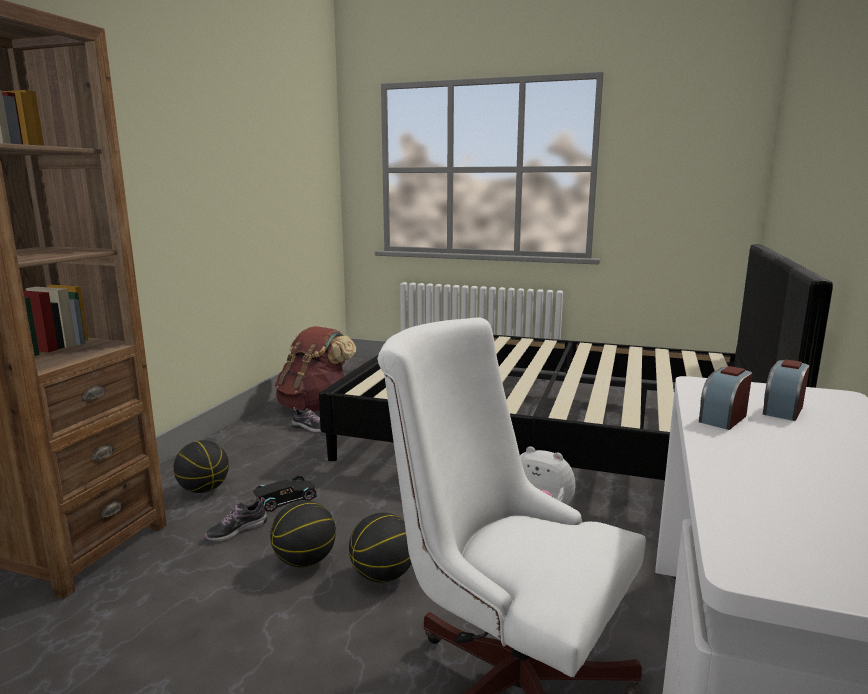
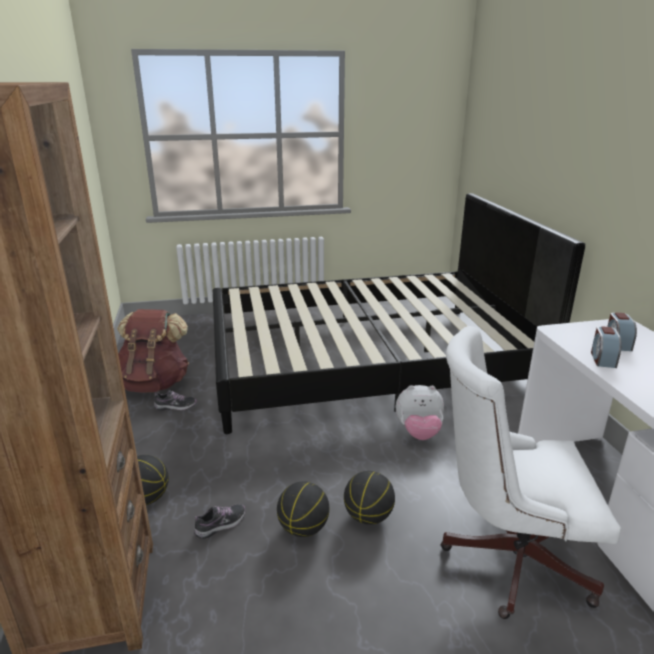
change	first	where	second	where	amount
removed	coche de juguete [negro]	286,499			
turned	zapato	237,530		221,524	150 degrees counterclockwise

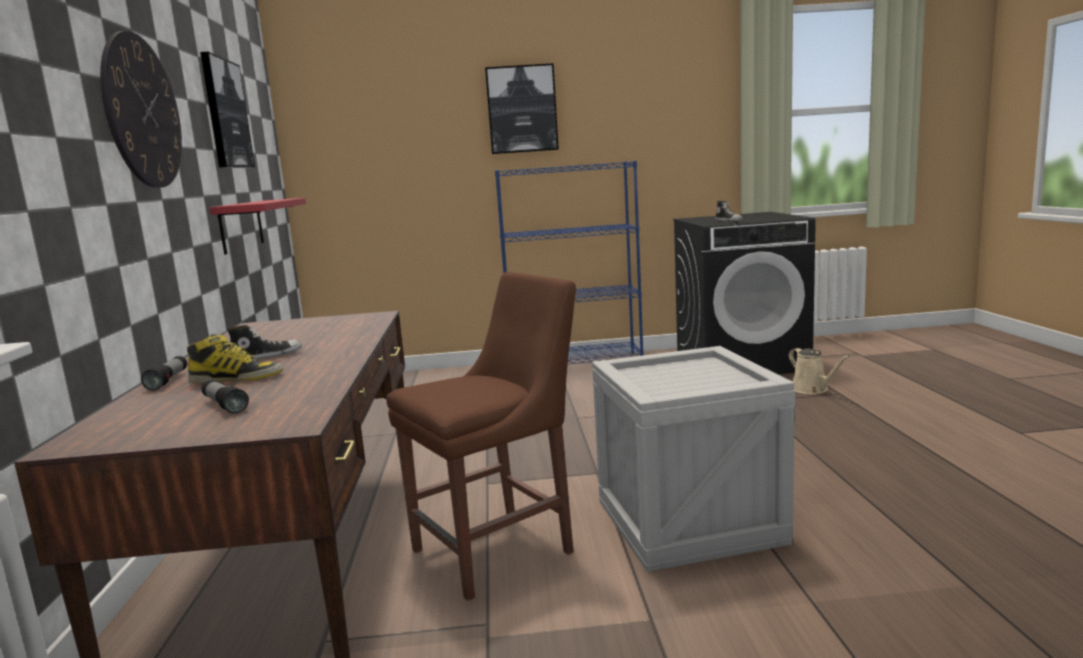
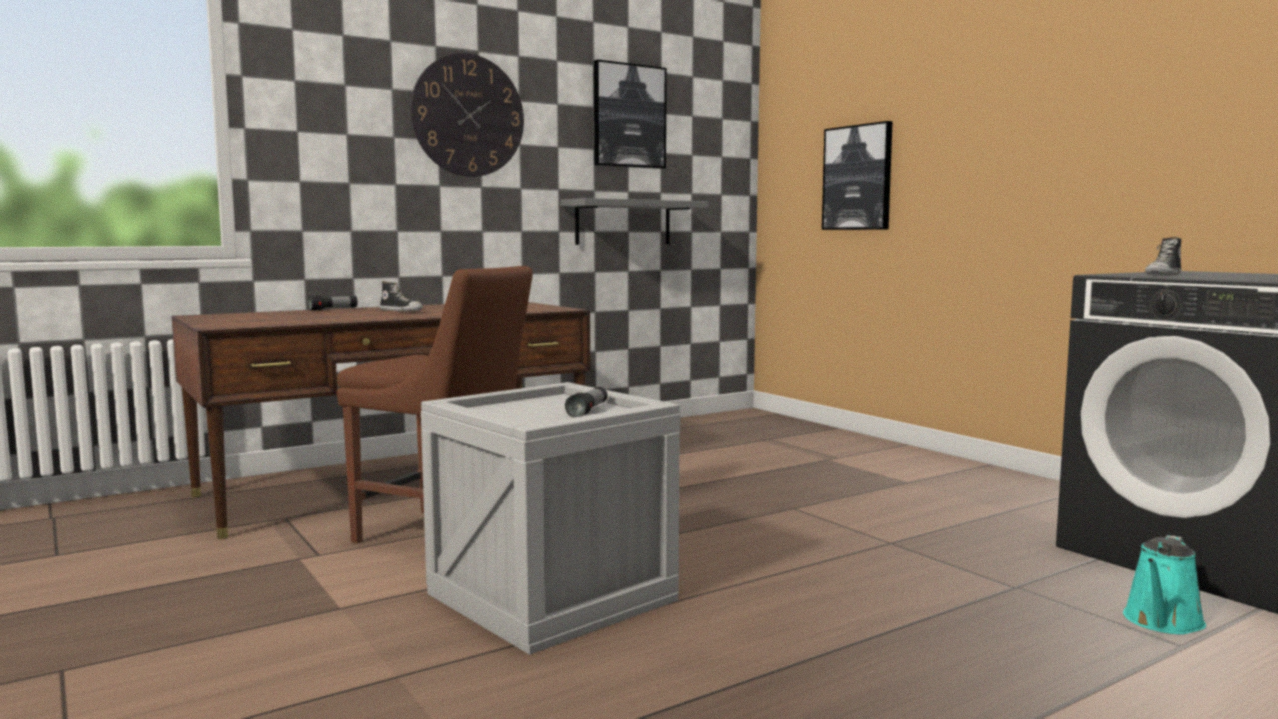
change	first	where	second	where	amount
removed	bota	237,378			
removed	estantería [azul]	576,363			
moved	linterna	225,405		588,411	
moved	cuadro	522,109		858,178	
recoloured	estante [rojo]	241,226	estante [gris]	623,222	
recoloured	regadera [beis]	812,389	regadera [turquesa]	1162,622	

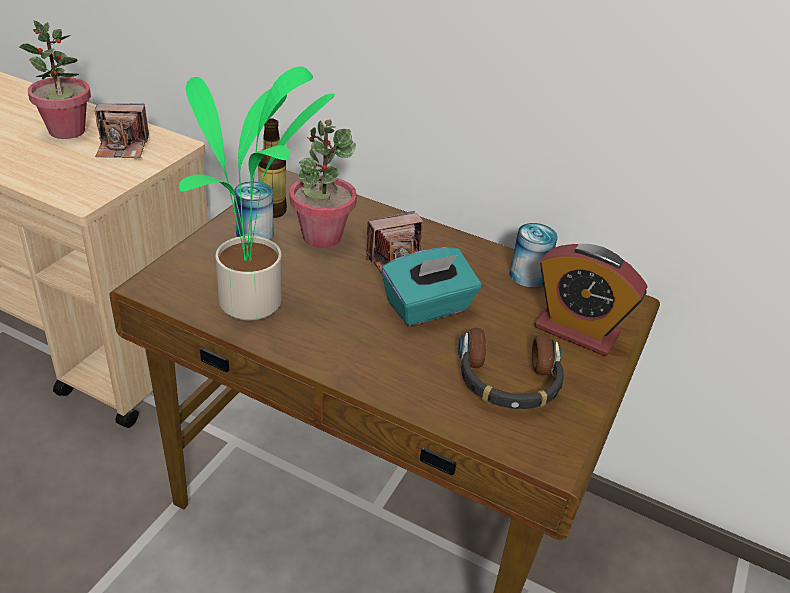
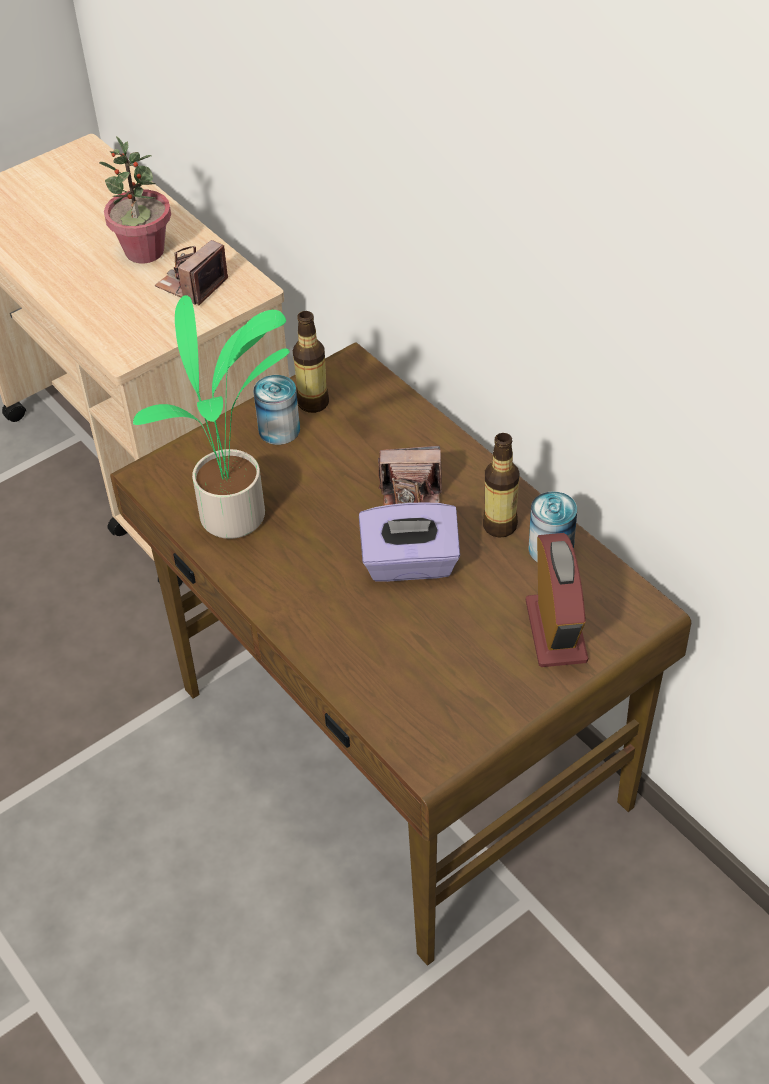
change	first	where	second	where	amount
removed	planta en maceta	321,236			
removed	auriculares	508,380			
added			botella	500,525	
recoloured	caja de pañuelos [turquesa]	428,307	caja de pañuelos [morado]	410,564	
turned	cámara	122,147		192,285	105 degrees clockwise
turned	despertador	576,331		556,631	150 degrees counterclockwise

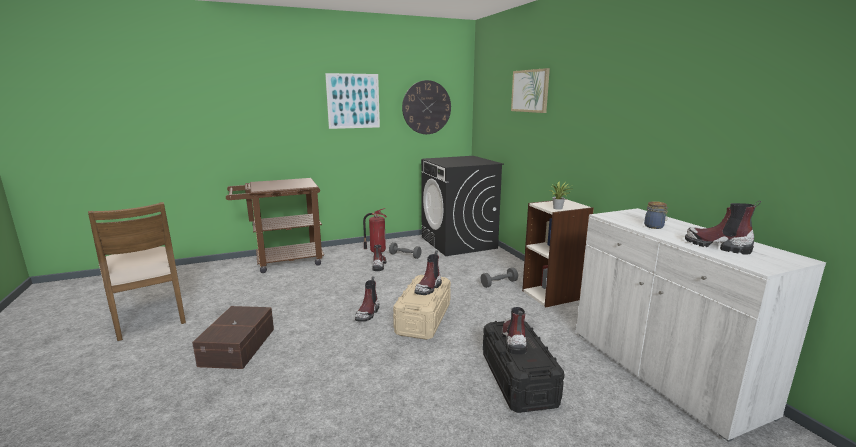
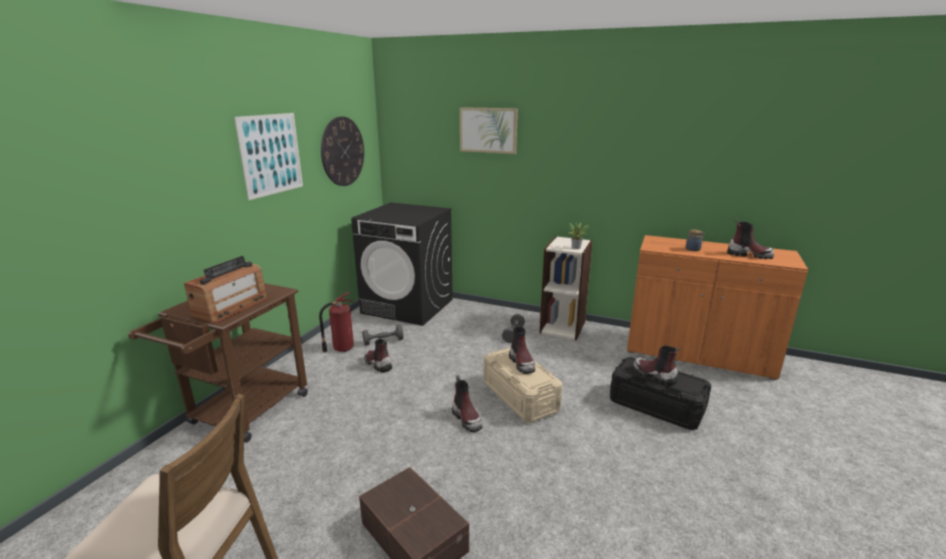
change	first	where	second	where	amount
added			radio	231,307	
recoloured	armario [blanco]	662,371	armario [naranja]	698,354	
turned	bota	717,246		749,255	150 degrees counterclockwise

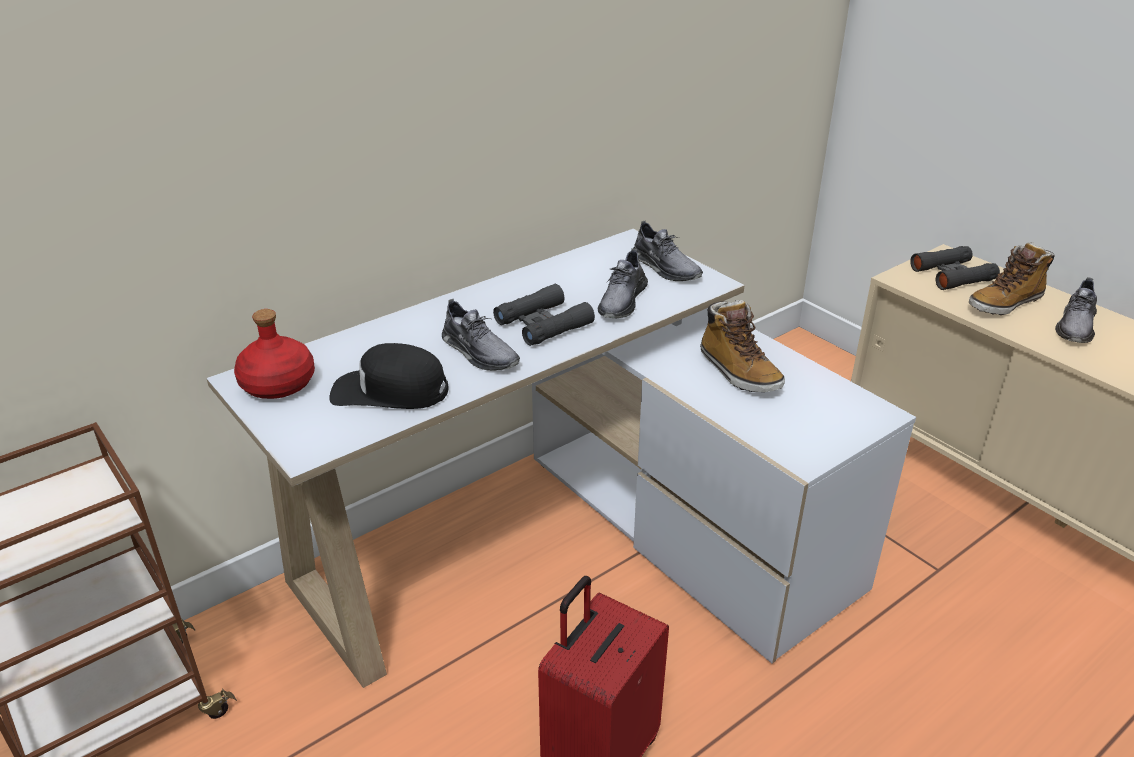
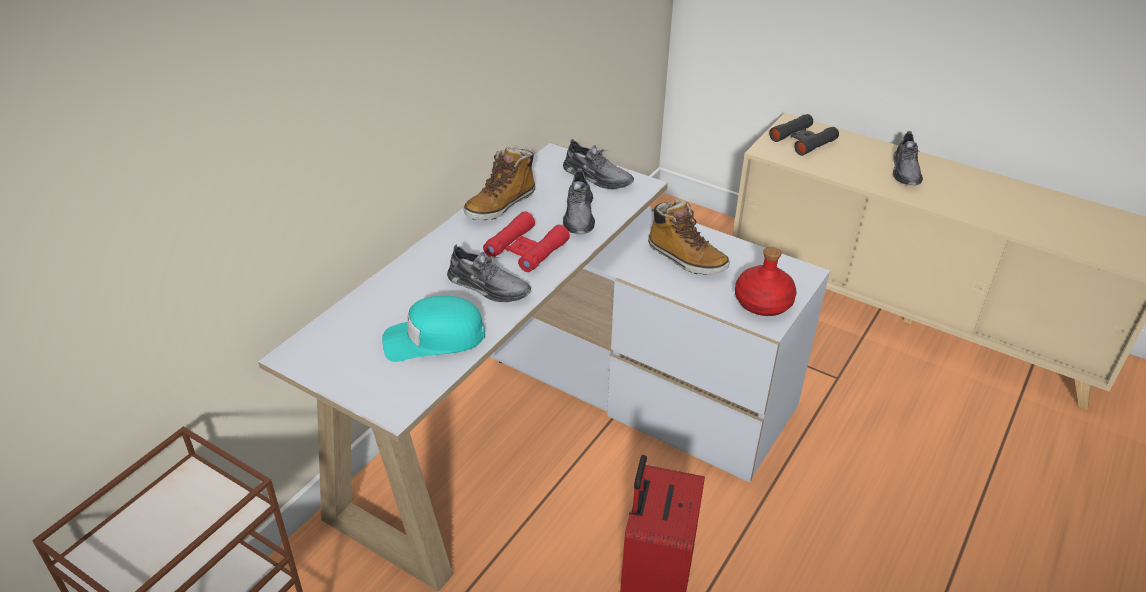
change	first	where	second	where	amount
moved	botella [rojo]	279,384		763,302	
moved	bota	1005,303		500,205	
recoloured	gorra [negro]	390,391	gorra [turquesa]	433,339	
recoloured	prismáticos [negro]	543,324	prismáticos [rojo]	526,249	

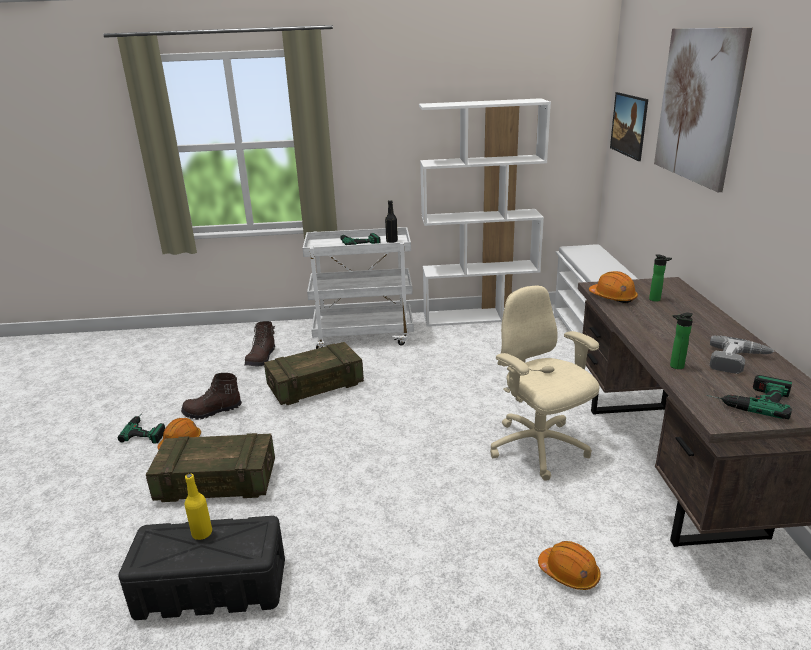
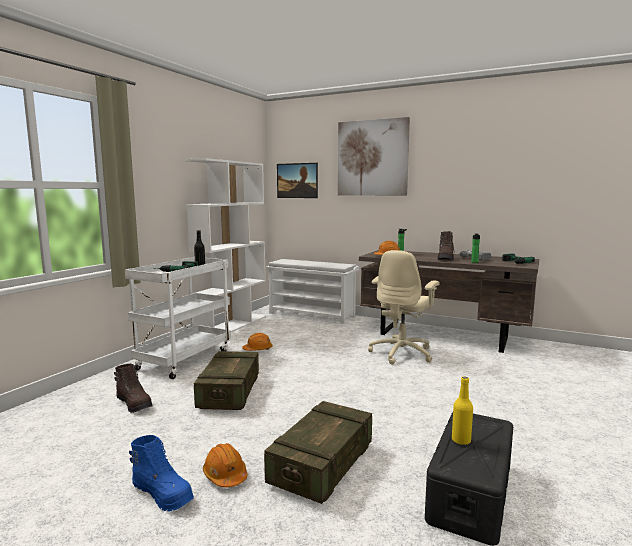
change	first	where	second	where	amount
moved	bota [marrón]	212,411		445,259	
moved	casco [naranja]	569,573		258,349	
replaced	taladro	147,429	bota [azul]	163,494	
turned	silla de oficina [beis]	538,449		402,353	60 degrees counterclockwise

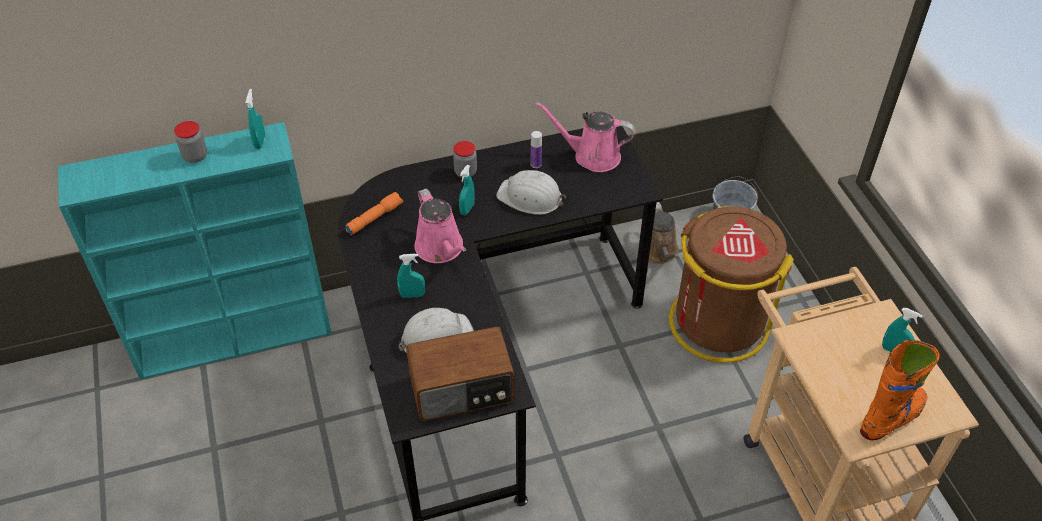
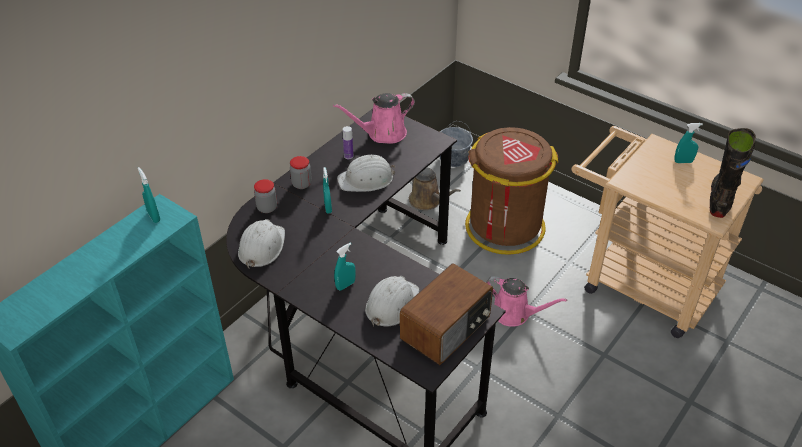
change	first	where	second	where	amount
moved	tarro	195,156		267,208	
moved	regadera [rosa]	441,249		515,313	
replaced	linterna [naranja]	374,217	casco [blanco]	261,247	
recoloured	bota [naranja]	891,418	bota [negro]	720,200	

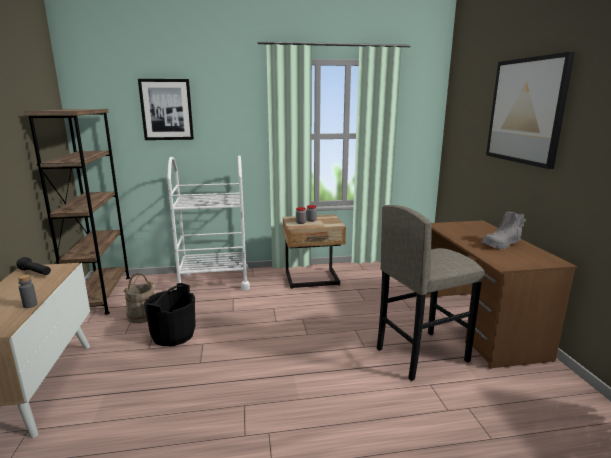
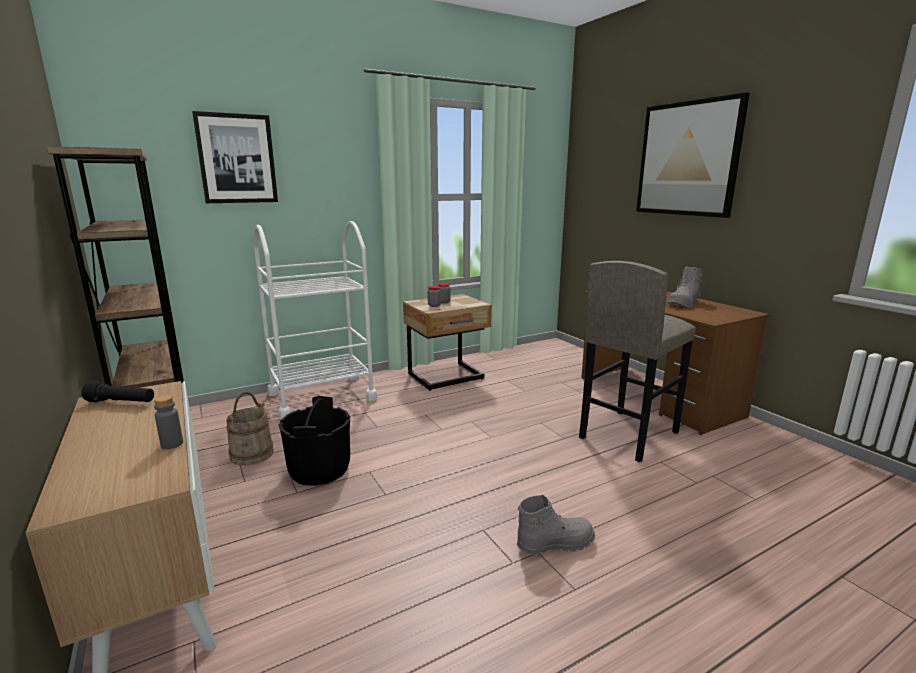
change	first	where	second	where	amount
added			bota [gris]	554,543	

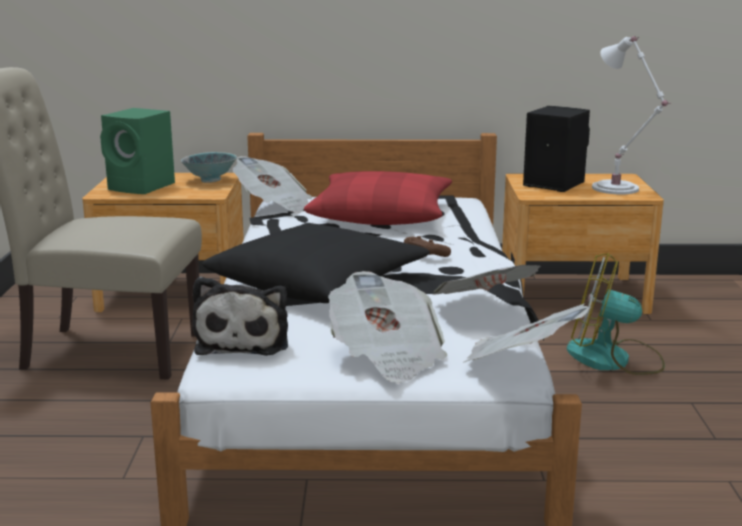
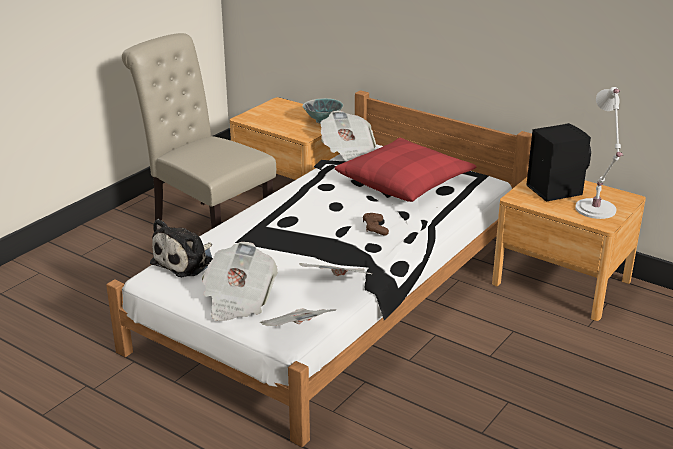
change	first	where	second	where	amount
removed	altavoz [verde]	143,187			
removed	cojín [negro]	318,282			
removed	ventilador	613,359			

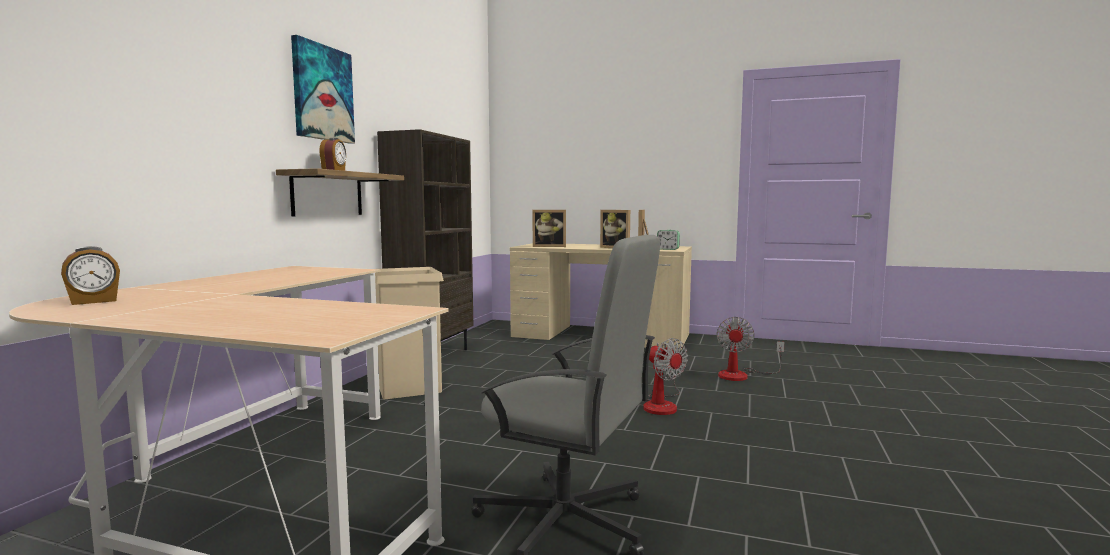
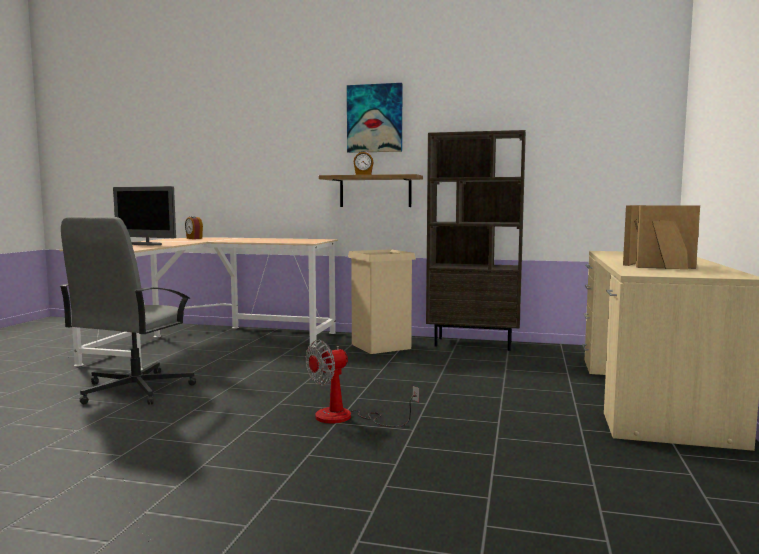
change	first	where	second	where	amount
removed	portarretratos	549,246			
removed	despertador	668,249			
removed	ventilador	741,375			
added			monitor	145,244	

